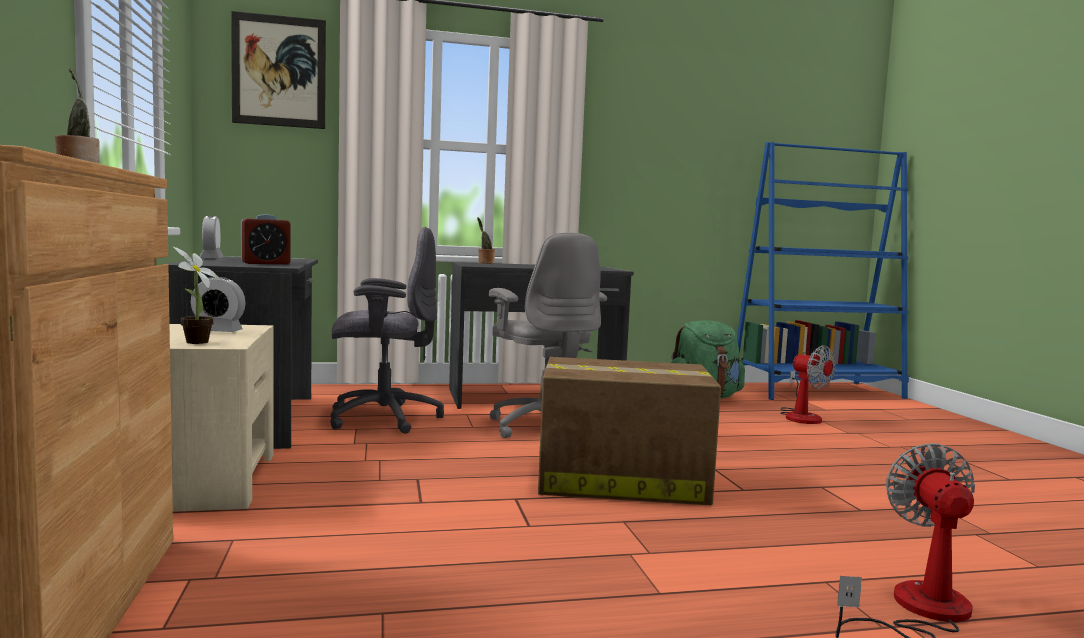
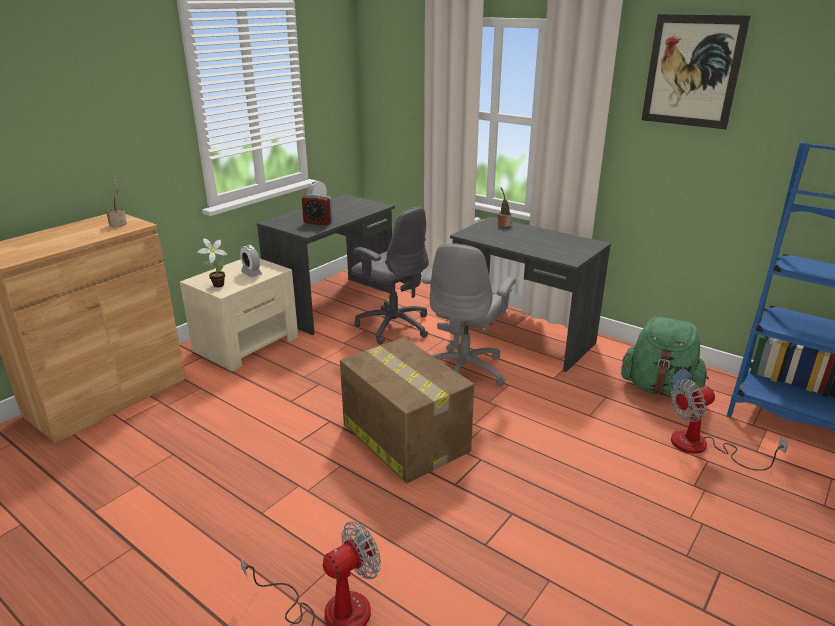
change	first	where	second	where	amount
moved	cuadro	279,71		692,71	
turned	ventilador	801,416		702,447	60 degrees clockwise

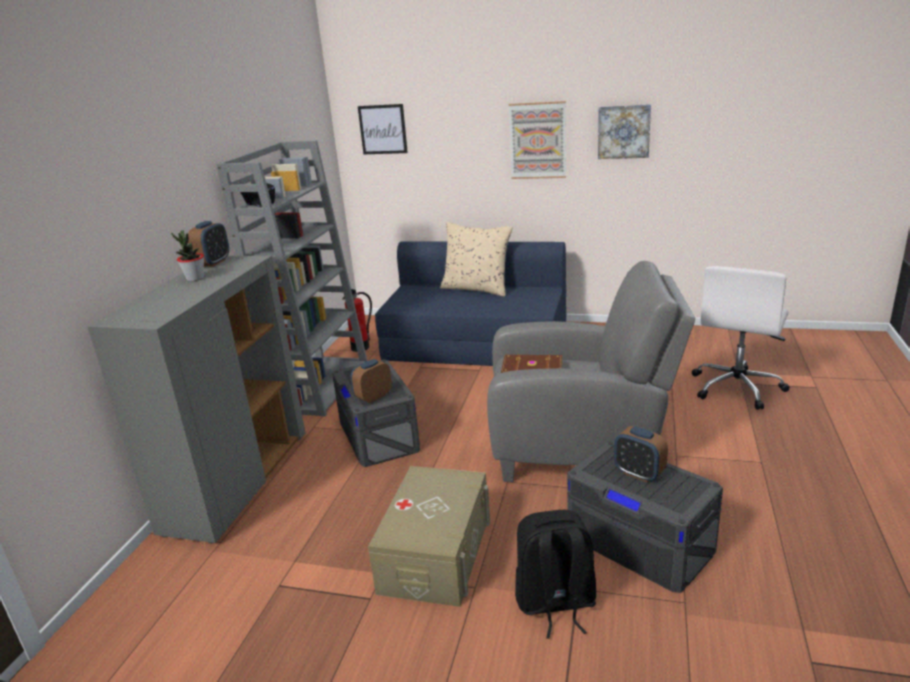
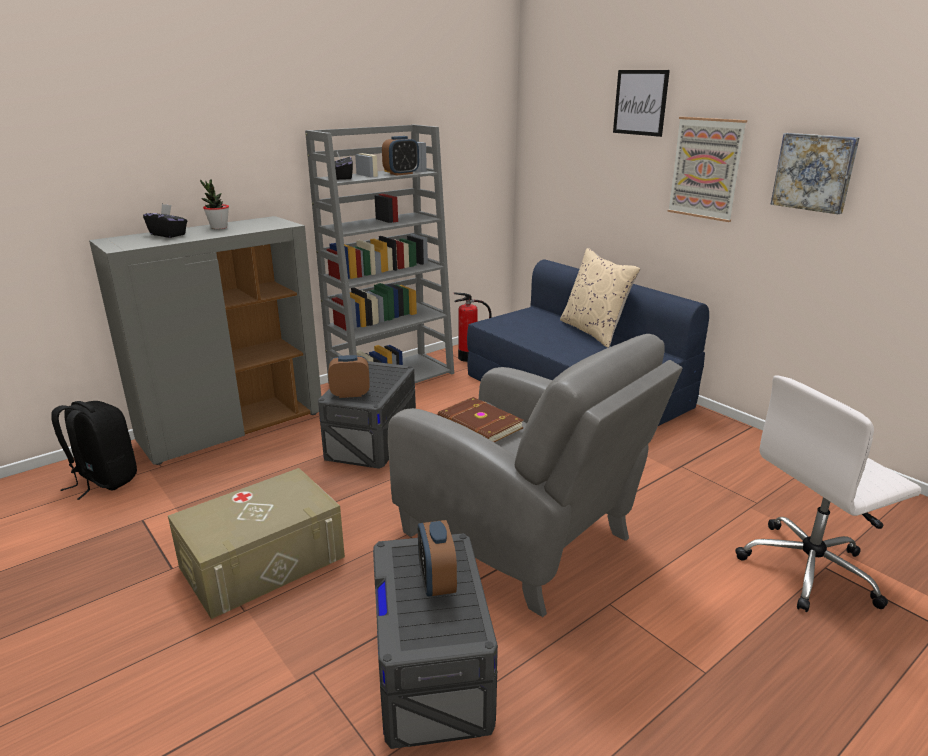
change	first	where	second	where	amount
added			caja de pañuelos [negro]	168,234	
moved	despertador	213,263		401,174	
moved	cuadro	383,129		640,102	
moved	mochila [negro]	555,604		103,480	

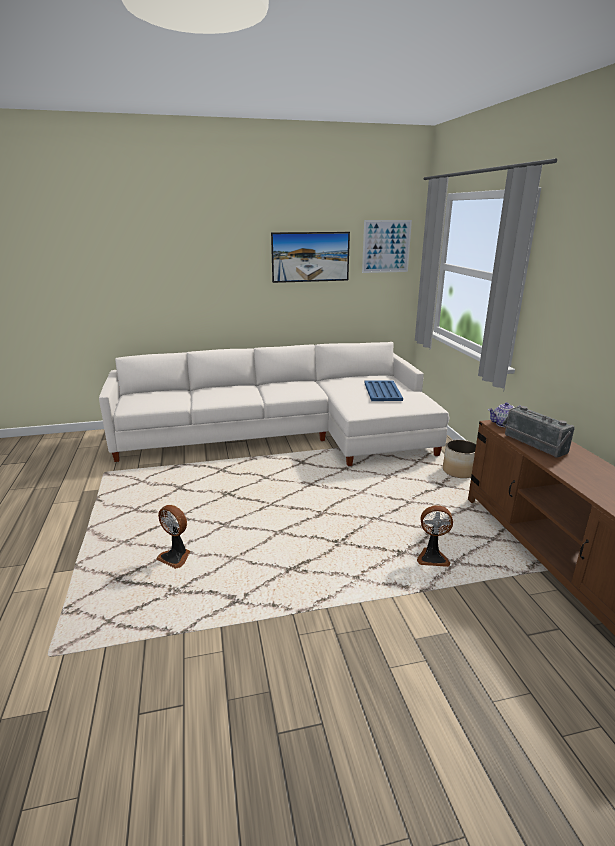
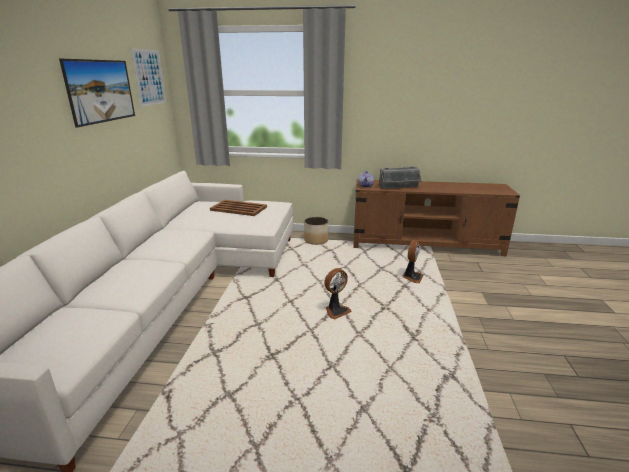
change	first	where	second	where	amount
moved	ventilador	176,557		336,311	
recoloured	bandeja [azul]	382,391	bandeja [marrón]	238,208	

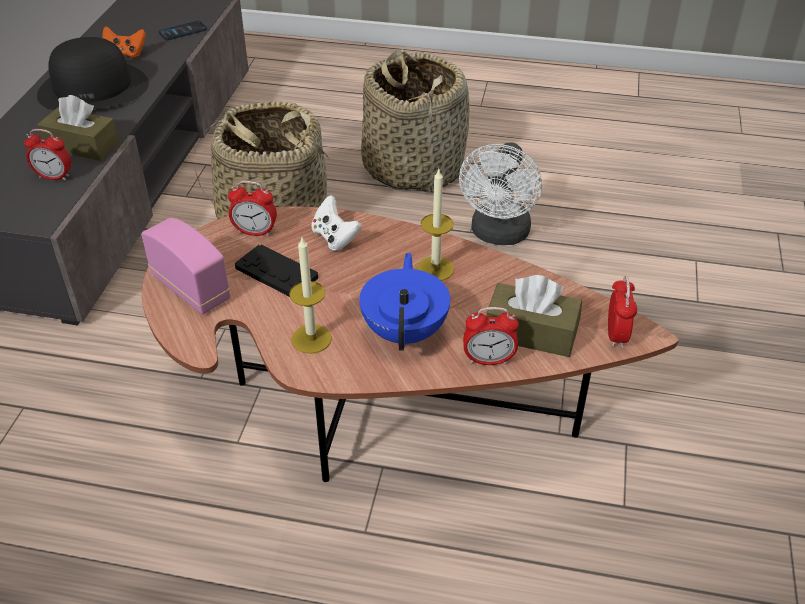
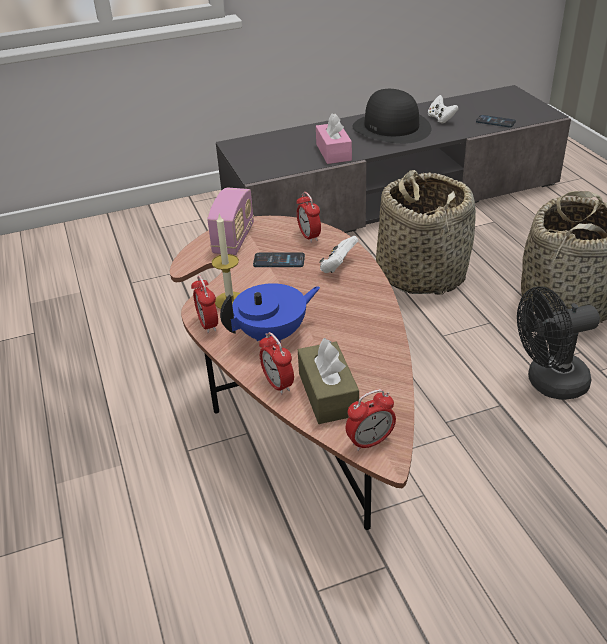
change	first	where	second	where	amount
removed	vela	435,269			
moved	despertador	54,177		208,324	
replaced	mando de consola [negro]	276,272	móvil	279,261	
recoloured	caja de pañuelos [marrón]	82,146	caja de pañuelos [rosa]	333,152	
recoloured	mando de consola [naranja]	125,54	mando de consola [blanco]	441,119	
recoloured	ventilador [blanco]	498,235	ventilador [negro]	548,383	

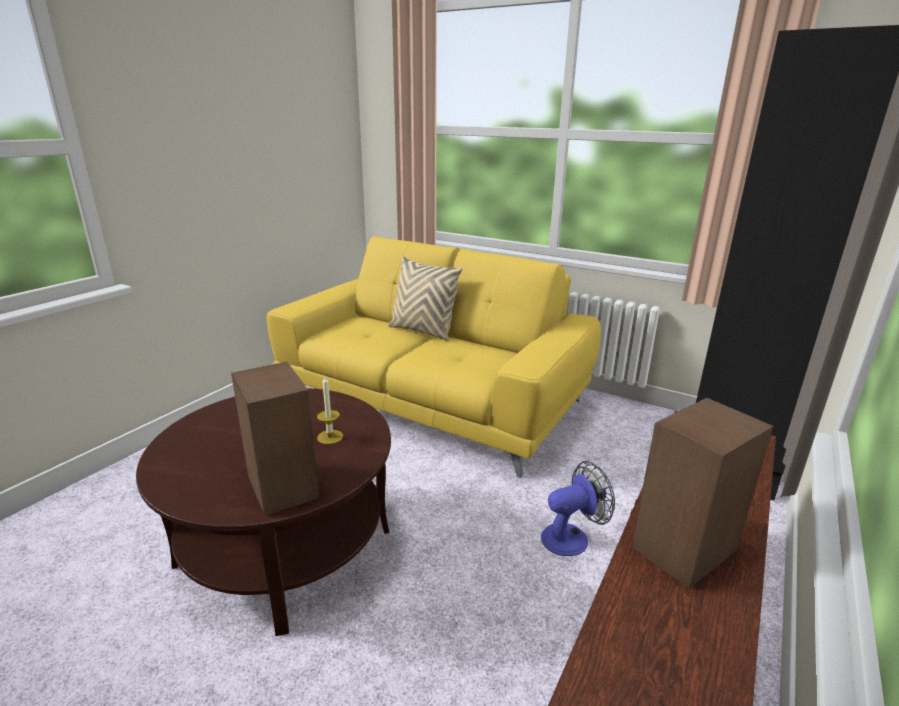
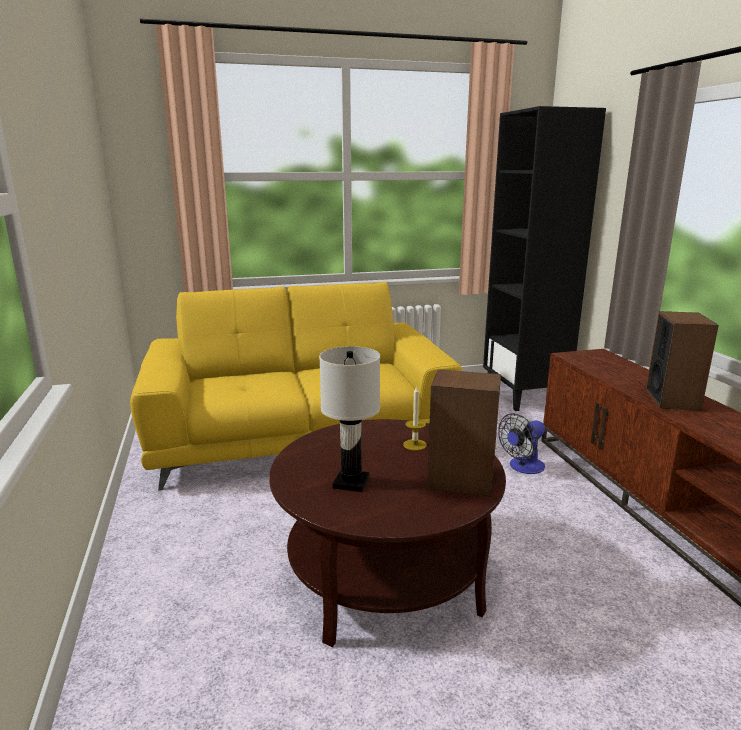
change	first	where	second	where	amount
removed	cojín [beis]	422,331			
added			lámpara de mesa [blanco]	352,482	
turned	ventilador	572,537		523,467	150 degrees counterclockwise

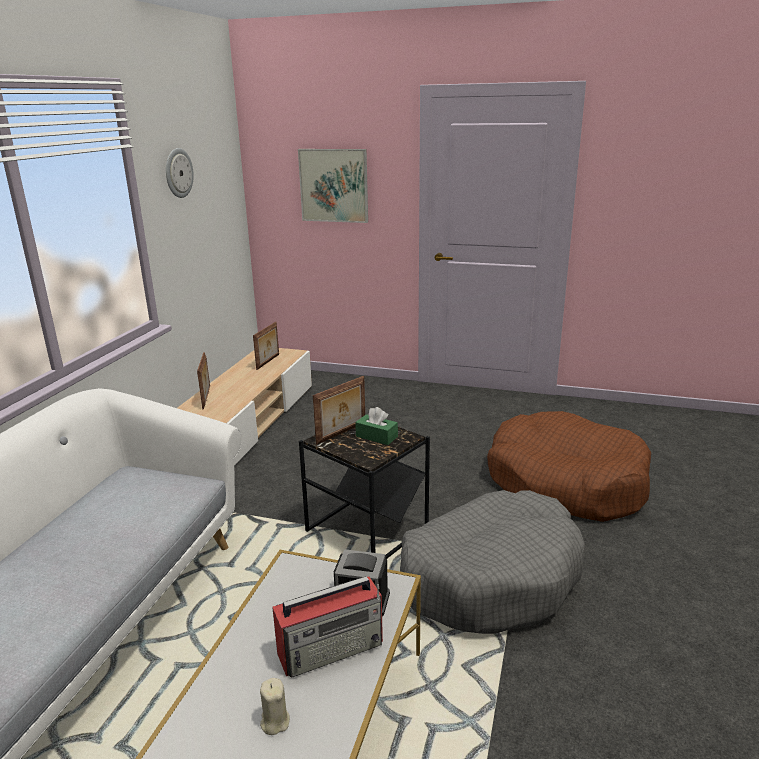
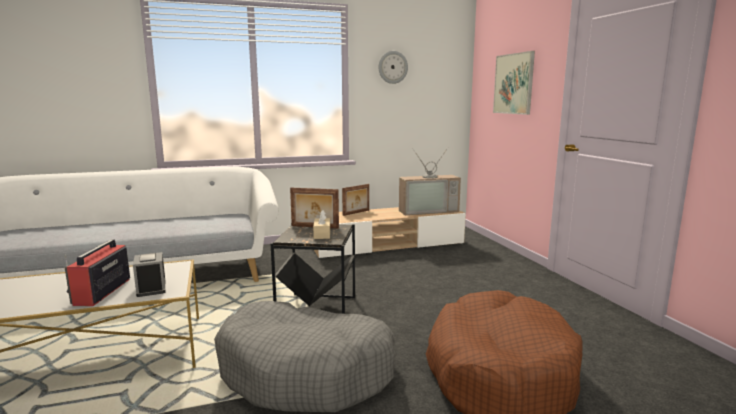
change	first	where	second	where	amount
removed	vela [beis]	275,721			
replaced	portarretratos	268,362	televisor	427,210	
recoloured	caja de pañuelos [verde]	376,436	caja de pañuelos [beis]	322,234	
turned	radio	332,648		101,292	60 degrees clockwise

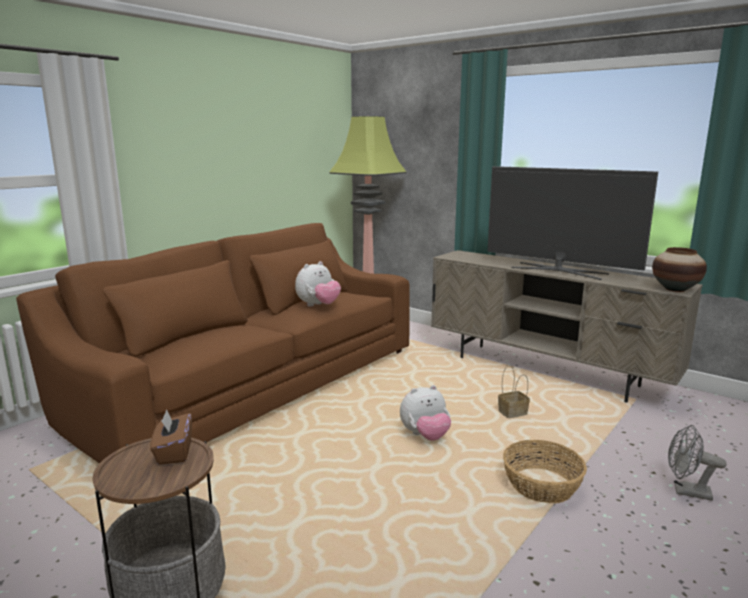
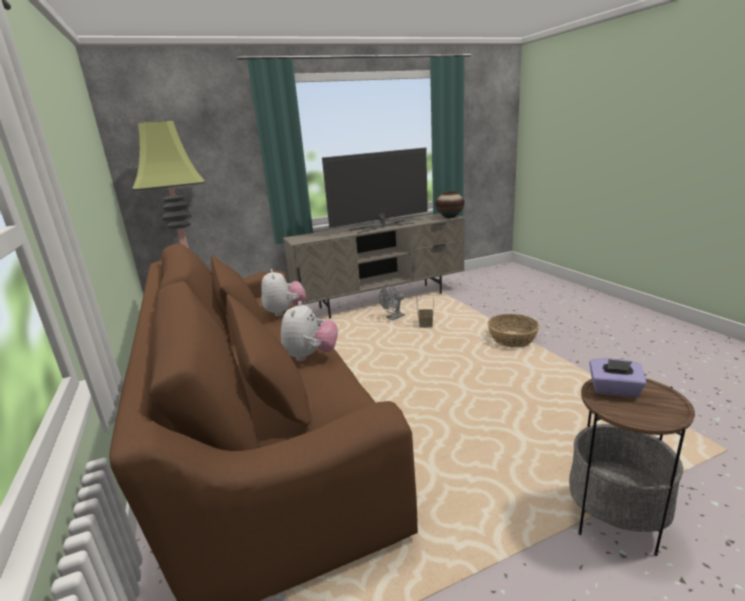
change	first	where	second	where	amount
moved	peluche	425,436		311,356	
moved	ventilador [gris]	686,491		393,318	
recoloured	caja de pañuelos [marrón]	174,452	caja de pañuelos [morado]	614,390	

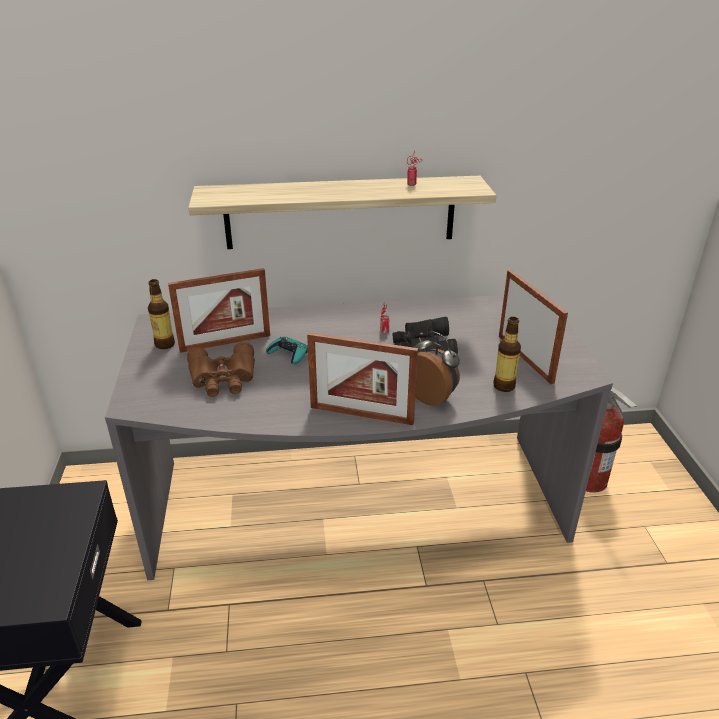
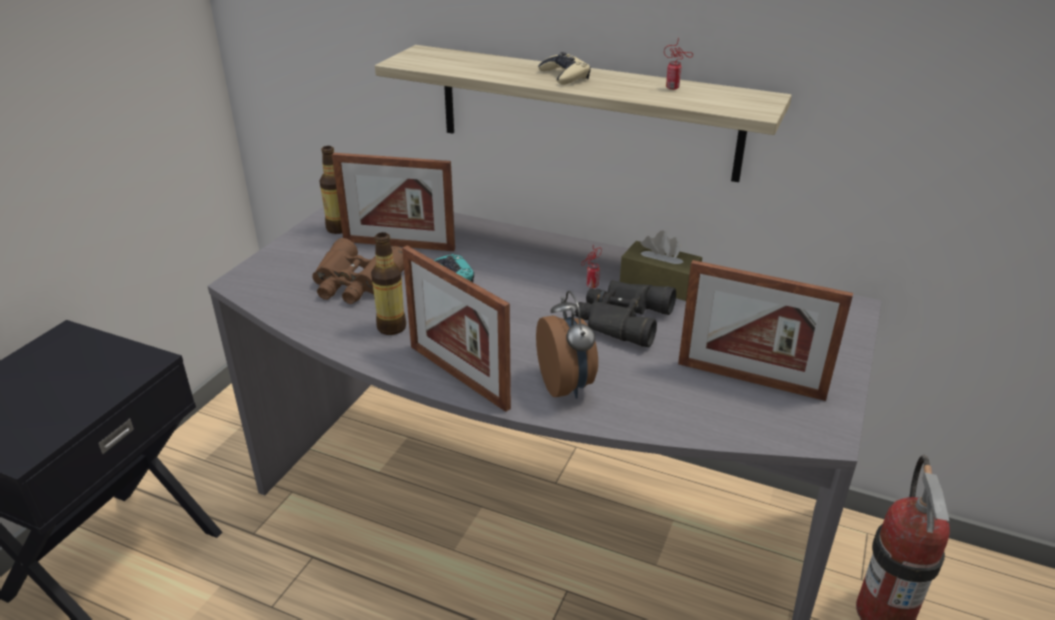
change	first	where	second	where	amount
added			mando de consola [beis]	564,76	
added			caja de pañuelos [marrón]	659,283	
moved	botella	504,386		391,327	
turned	portarretratos	525,358		750,380	105 degrees clockwise

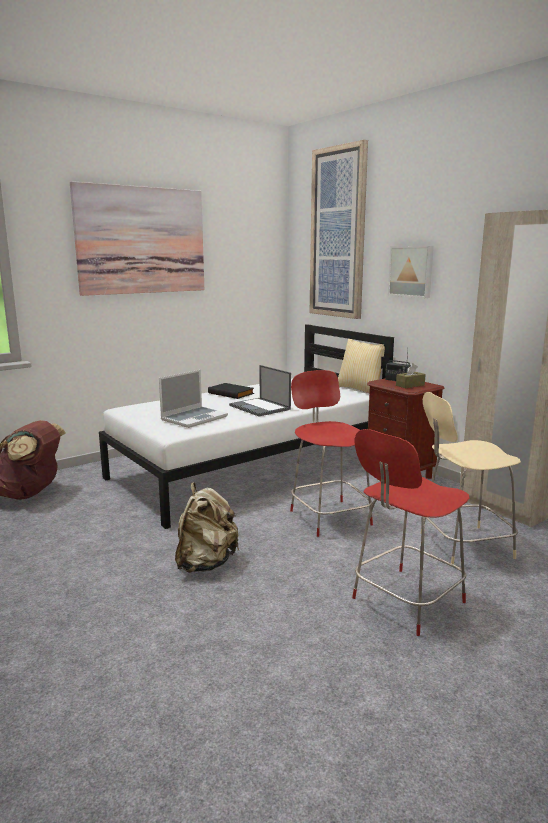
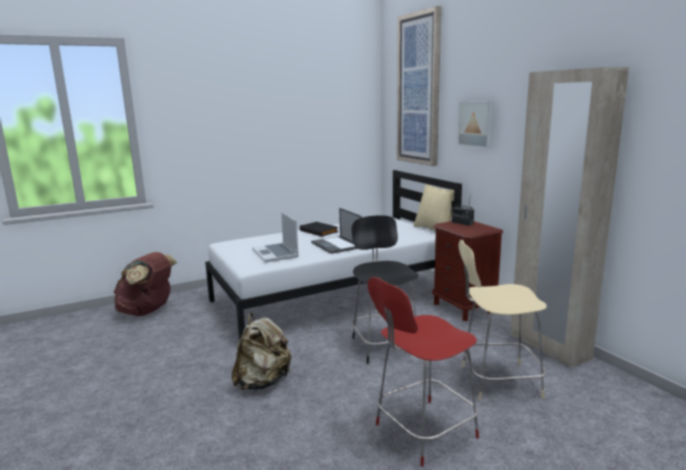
change	first	where	second	where	amount
removed	cuadro	141,240			
removed	caja de pañuelos [marrón]	410,385			
recoloured	silla [rojo]	329,516	silla [negro]	384,345	
turned	portátil	194,418		276,254	105 degrees clockwise

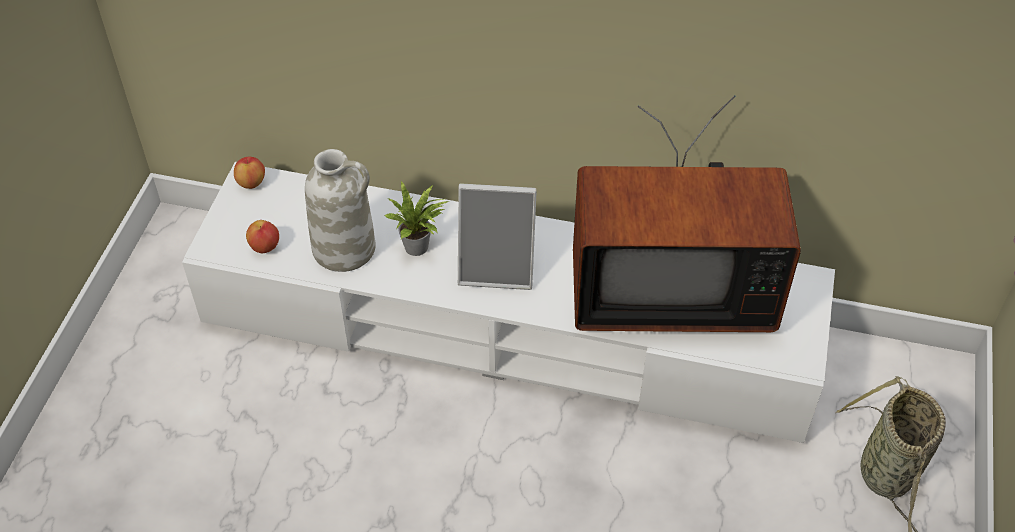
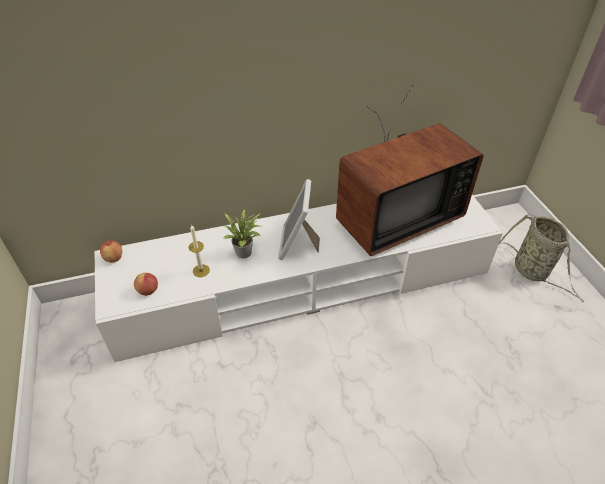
change	first	where	second	where	amount
replaced	florero [blanco]	345,248	vela	201,270	
turned	portarretratos	497,267		298,244	120 degrees clockwise

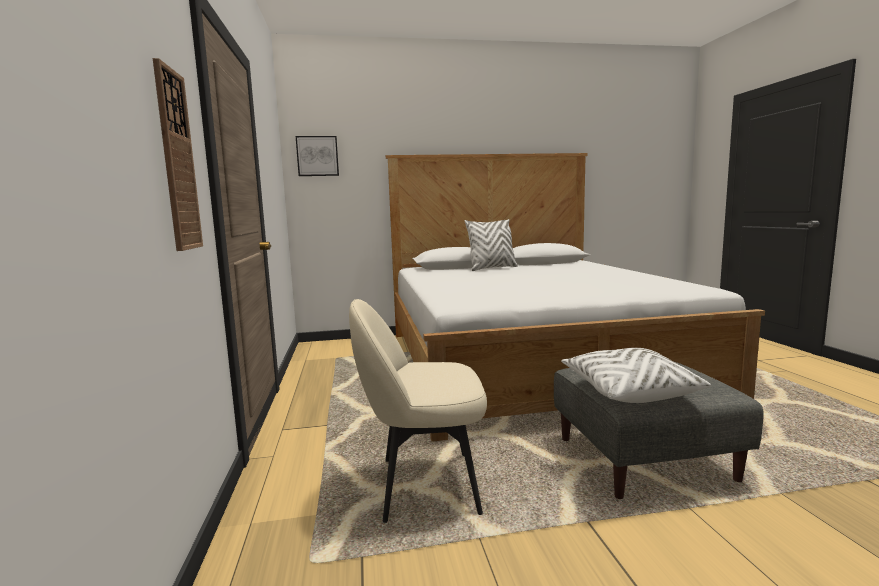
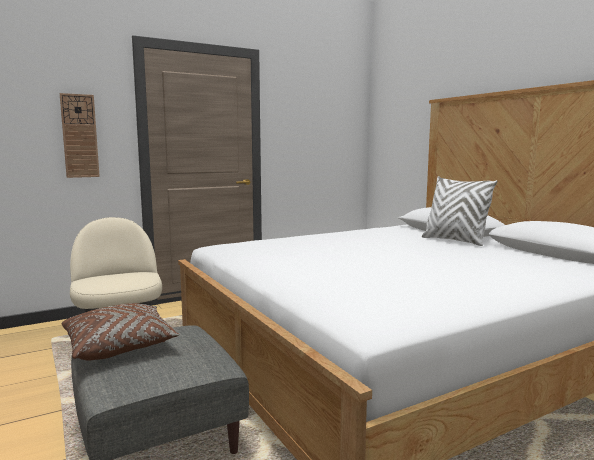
change	first	where	second	where	amount
removed	cuadro	317,156			
recoloured	cojín [blanco]	628,391	cojín [marrón]	120,346	

